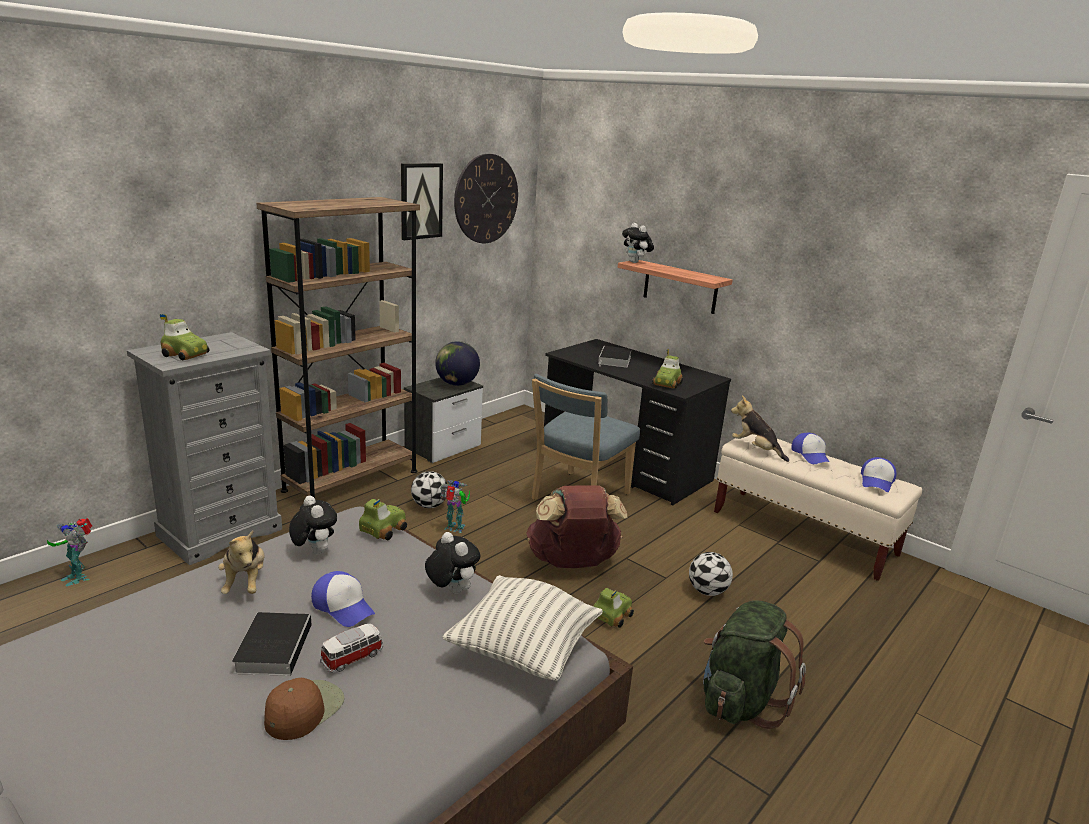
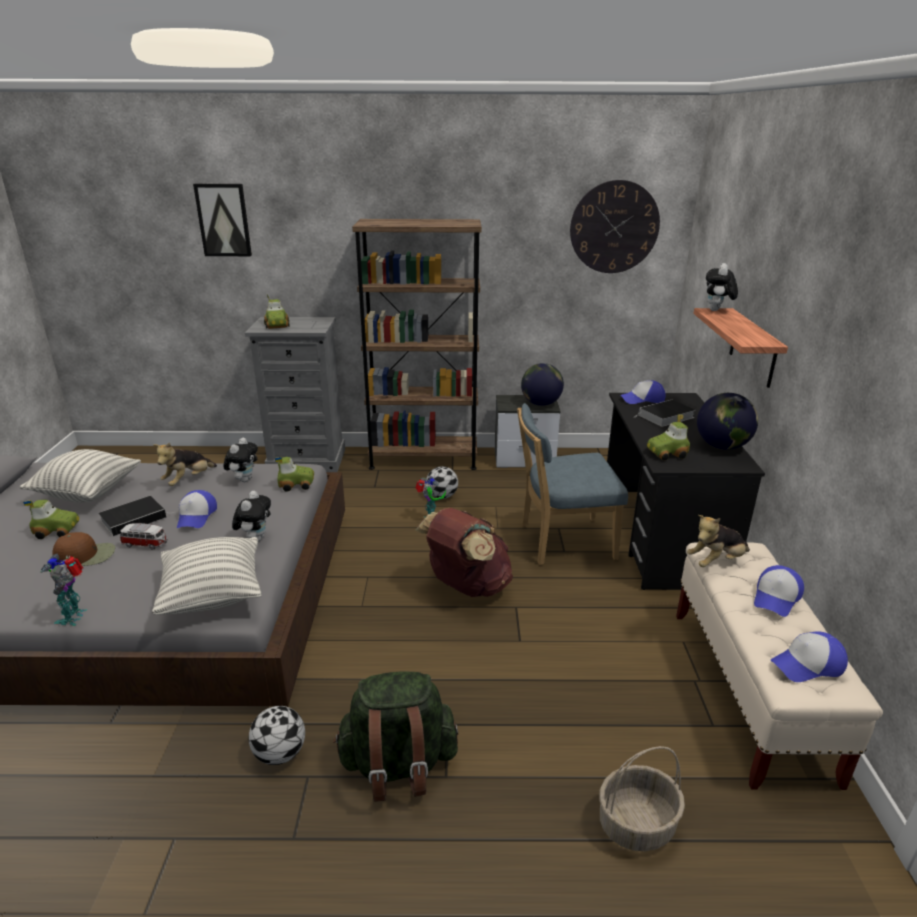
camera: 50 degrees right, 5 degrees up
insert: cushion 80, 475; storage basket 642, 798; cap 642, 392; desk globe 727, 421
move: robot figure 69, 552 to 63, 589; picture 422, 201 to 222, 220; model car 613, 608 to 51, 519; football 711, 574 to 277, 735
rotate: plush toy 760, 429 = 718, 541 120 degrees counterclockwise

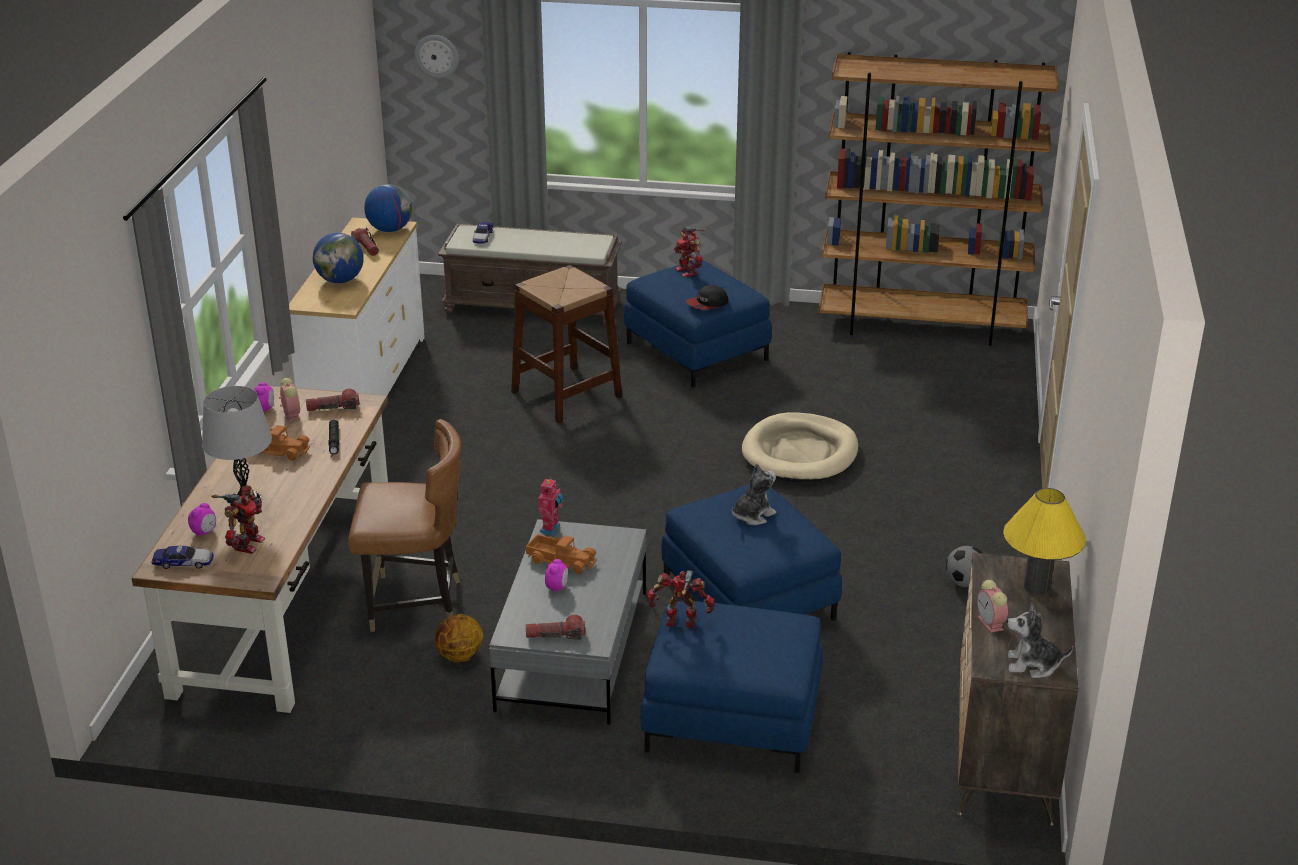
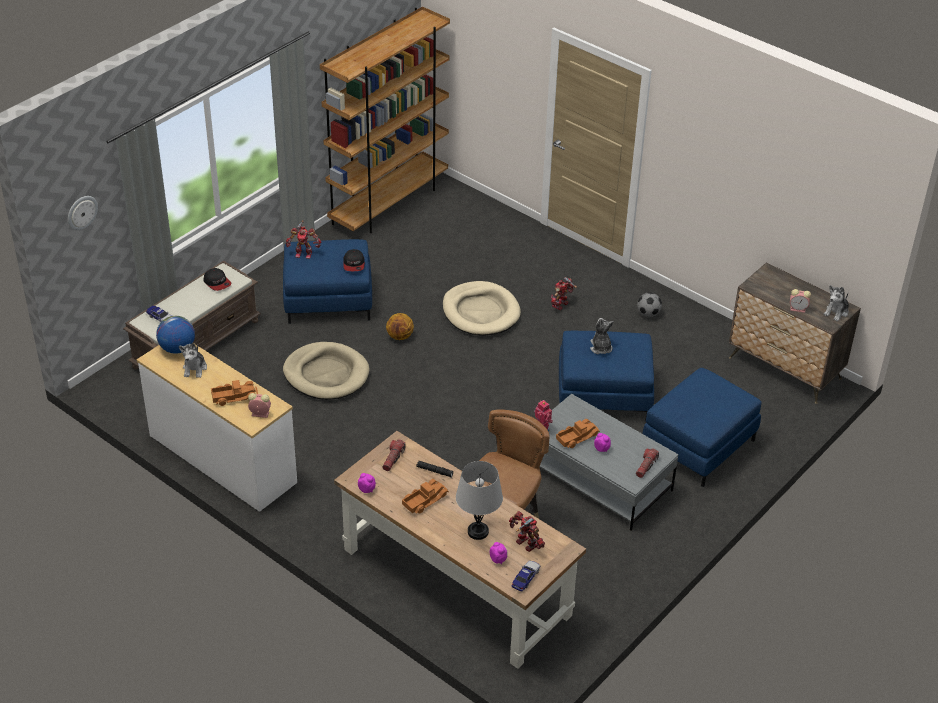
camera: 60 degrees left, 10 degrees up
delete: lamp for a table in yellow-coloured 1044, 541
insert: cap 218, 279
move: bedside clock 289, 400 to 259, 405; ball for basketball 458, 638 to 400, 326; robot figure 681, 599 to 564, 293
replace: desk globe 338, 258 to model truck 234, 393; torch 365, 241 to plush toy 193, 360; stool in brownish 567, 344 to dog bed in beige 326, 371

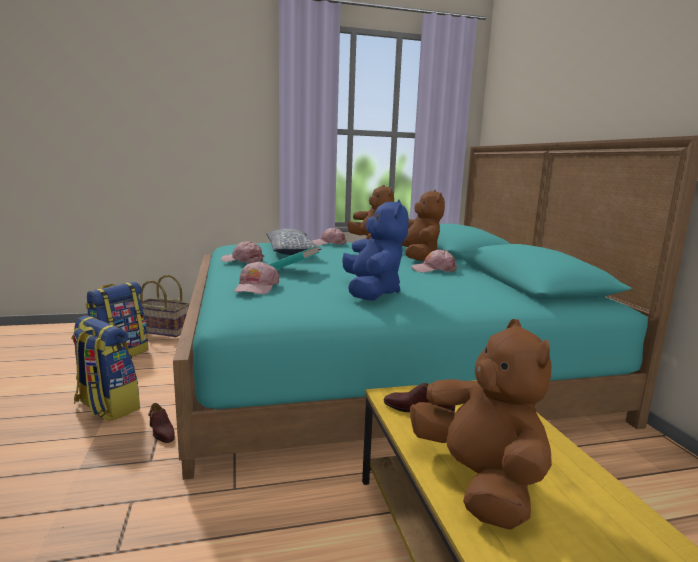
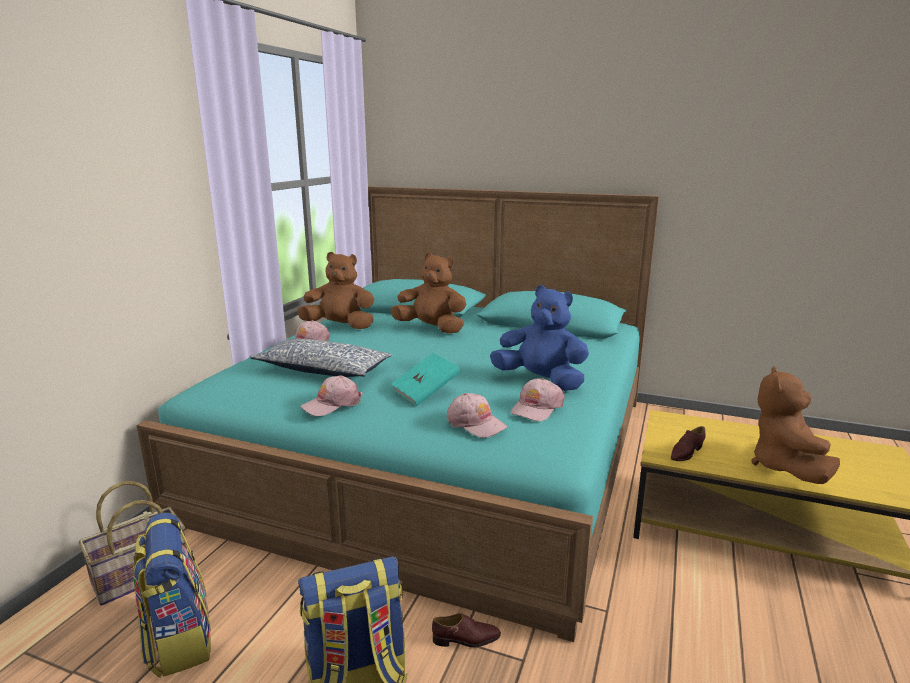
camera: 55 degrees left, 5 degrees up
move: cap in pink 434, 261 to 538, 399
rotate: plush toy in brownish 481, 424 = 795, 425 90 degrees counterclockwise

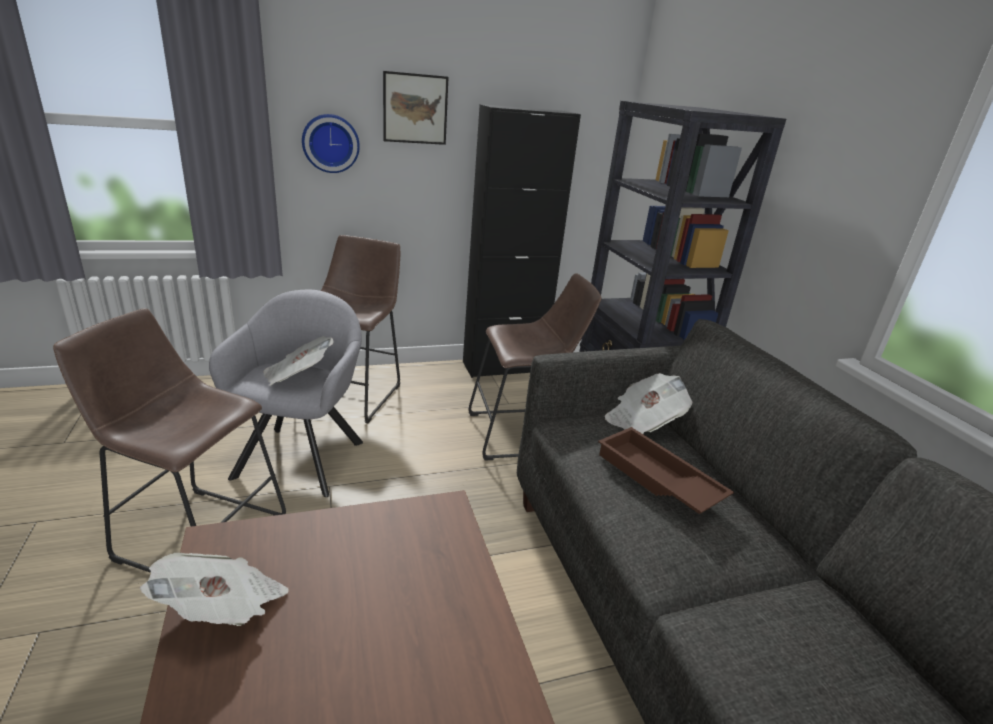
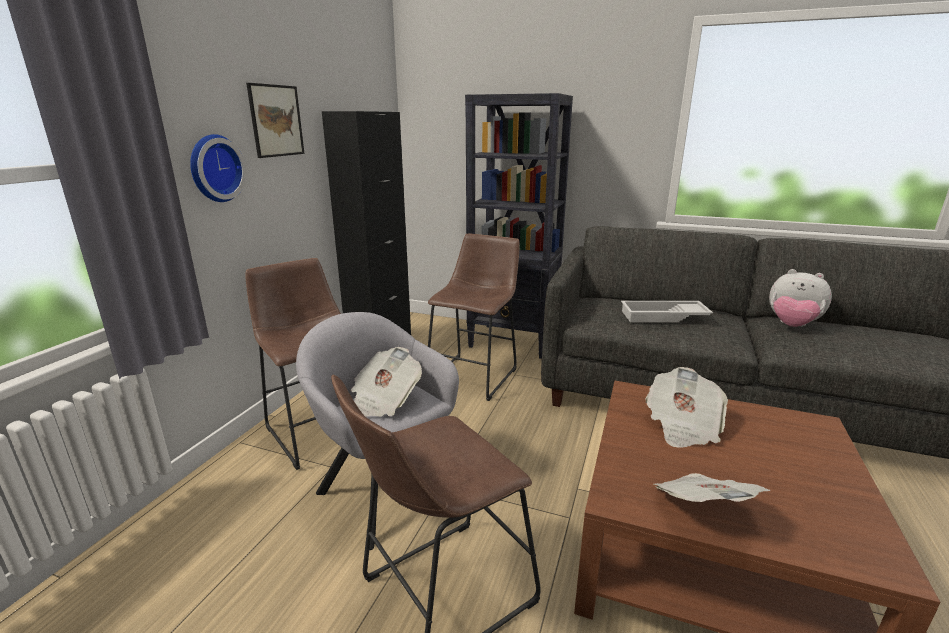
camera: 50 degrees left, 5 degrees down
insert: plush toy 800, 298
move: daily paper 648, 403 to 686, 407
recolor: serving tray in brownish 666, 470 to serving tray in whitish 667, 311

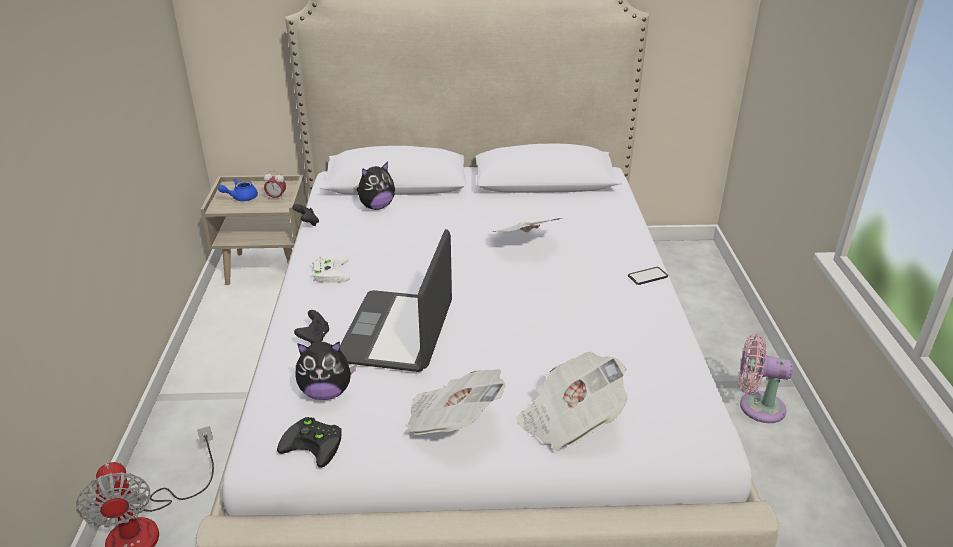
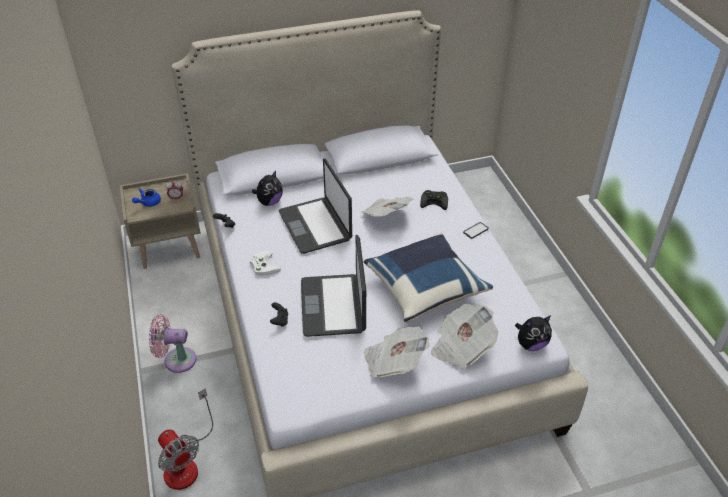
camera: 15 degrees left, 10 degrees up
insert: laptop 315, 206; cushion in blue 428, 277
move: joypad in black 309, 442 to 434, 200; plush toy 325, 370 to 533, 333; cooling fan in pink 766, 378 to 173, 343

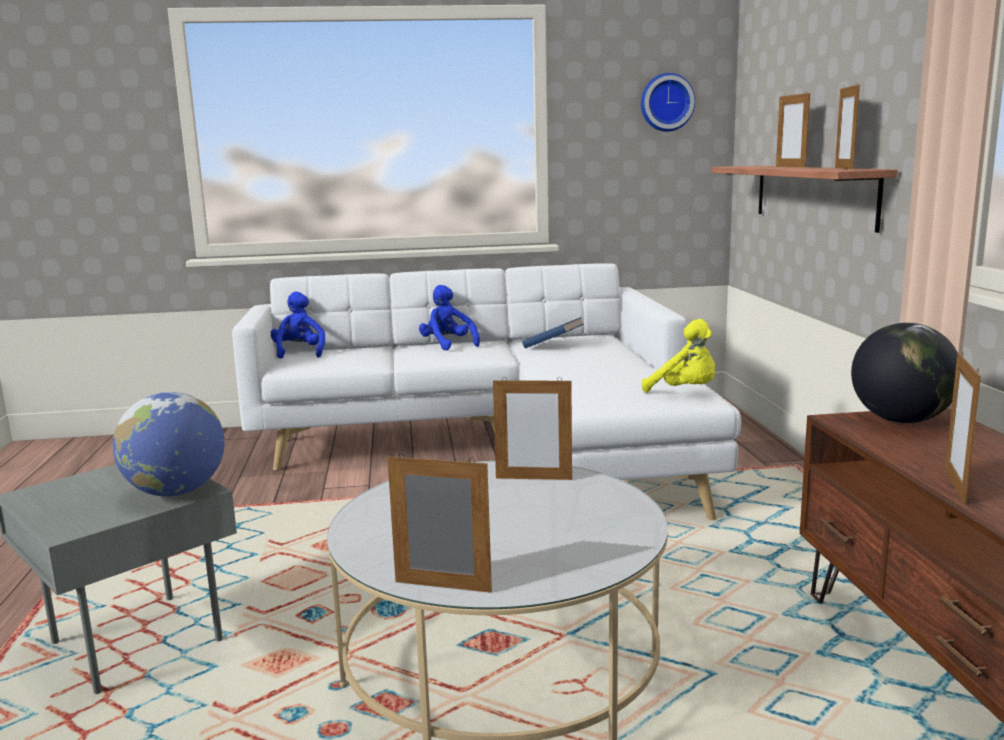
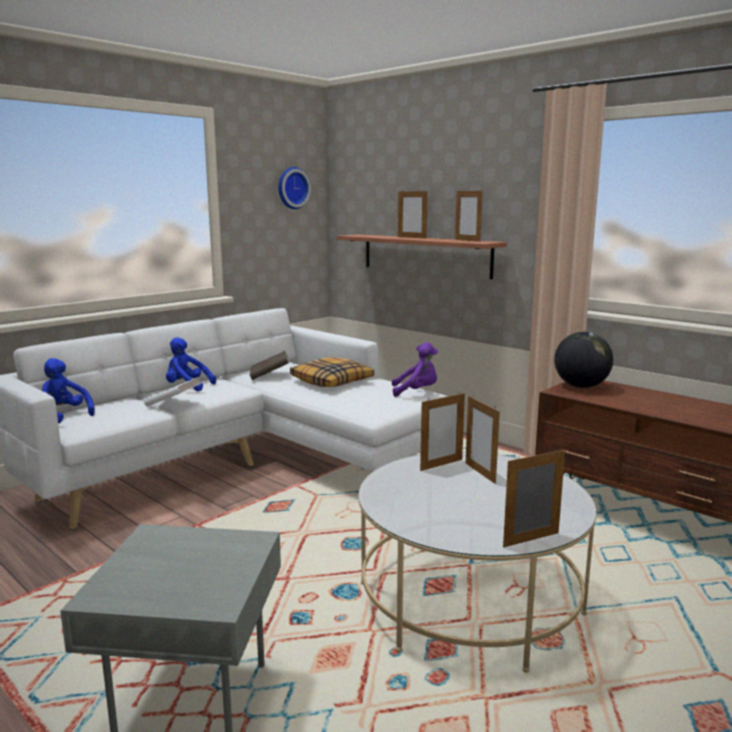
camera: 40 degrees left, 0 degrees up
delete: desk globe 168, 444
insert: book in whitish 172, 392; cushion 332, 372
move: picture frame 963, 429 to 483, 440
recolor: book in blue 553, 332 to book in brownish 269, 365; plush toy in yellow-coloured 678, 355 to plush toy in purple-coloured 415, 369

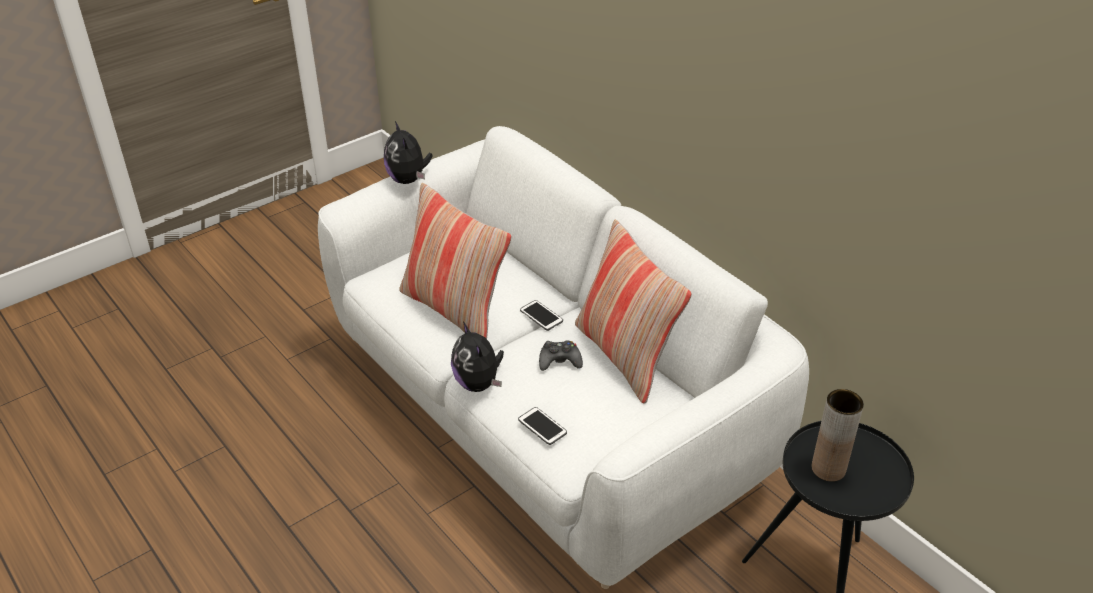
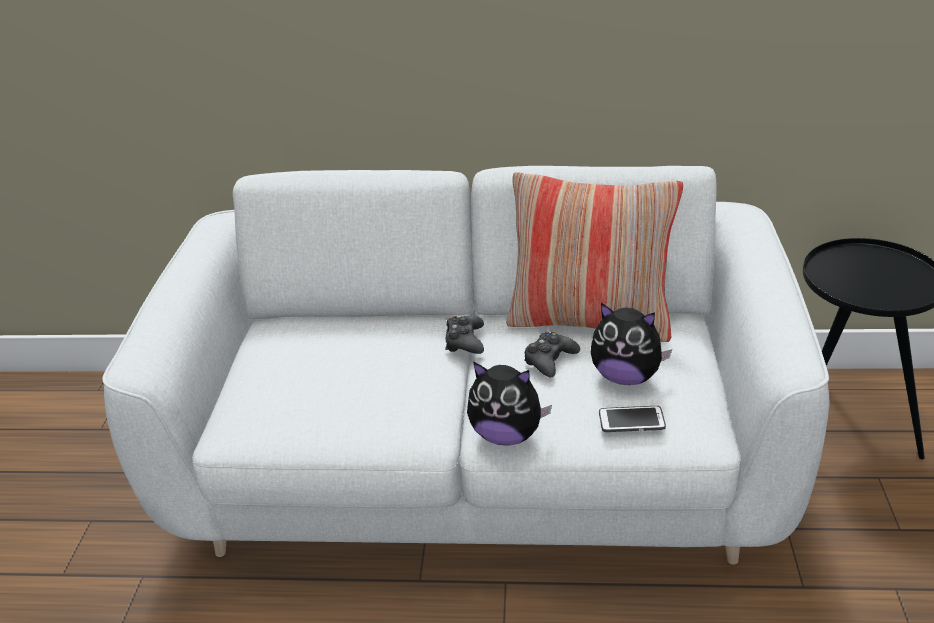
camera: 45 degrees left, 5 degrees down
delete: cushion 455, 261; decorative vase in brownish 838, 435
move: plush toy 408, 152 to 631, 344
replace: telephone 541, 315 to joypad in black 464, 335

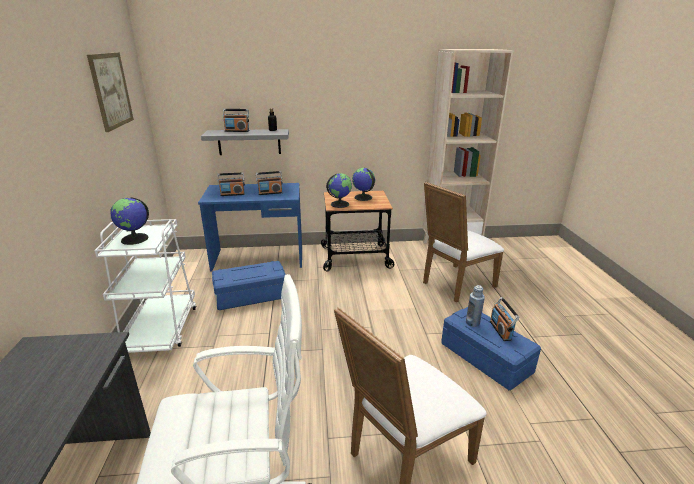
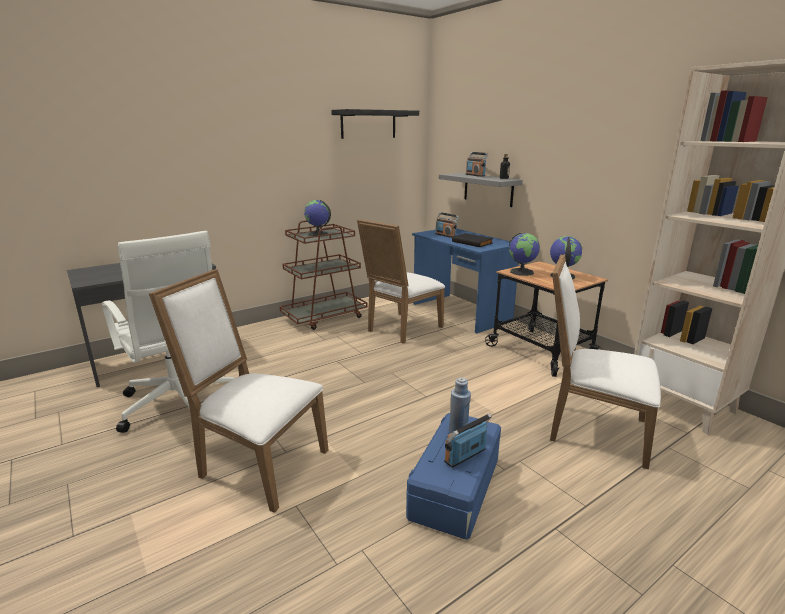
camera: 60 degrees right, 5 degrees down
replace: picture 110, 92 to bracket shelf in black 375, 124; storage bin in blue 249, 285 to upright chair in whitish 401, 281; radio 269, 183 to book in black 473, 240
recolor: wheeled cart in whitish 145, 286 to wheeled cart in brownish 324, 275

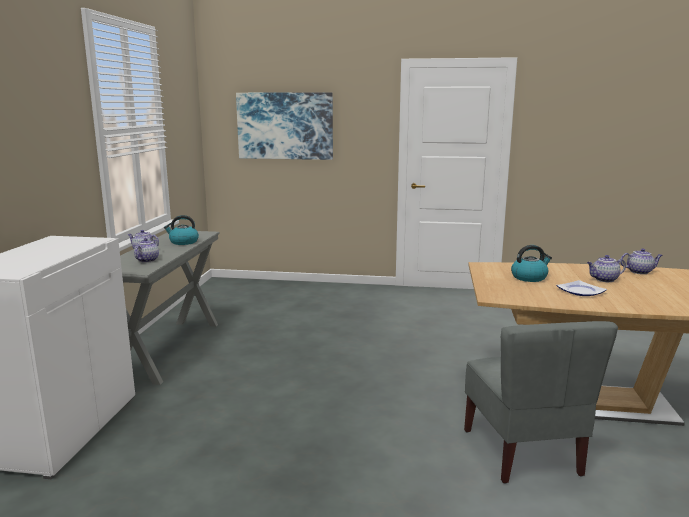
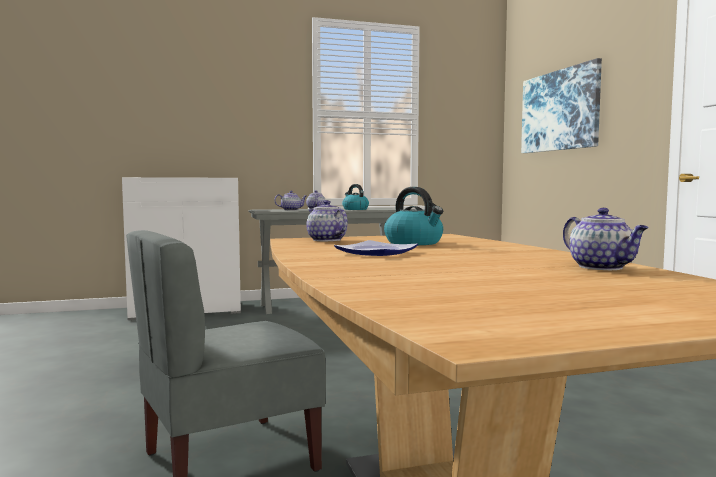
camera: 65 degrees right, 10 degrees down
move: pot for tea 606, 268 to 327, 220

